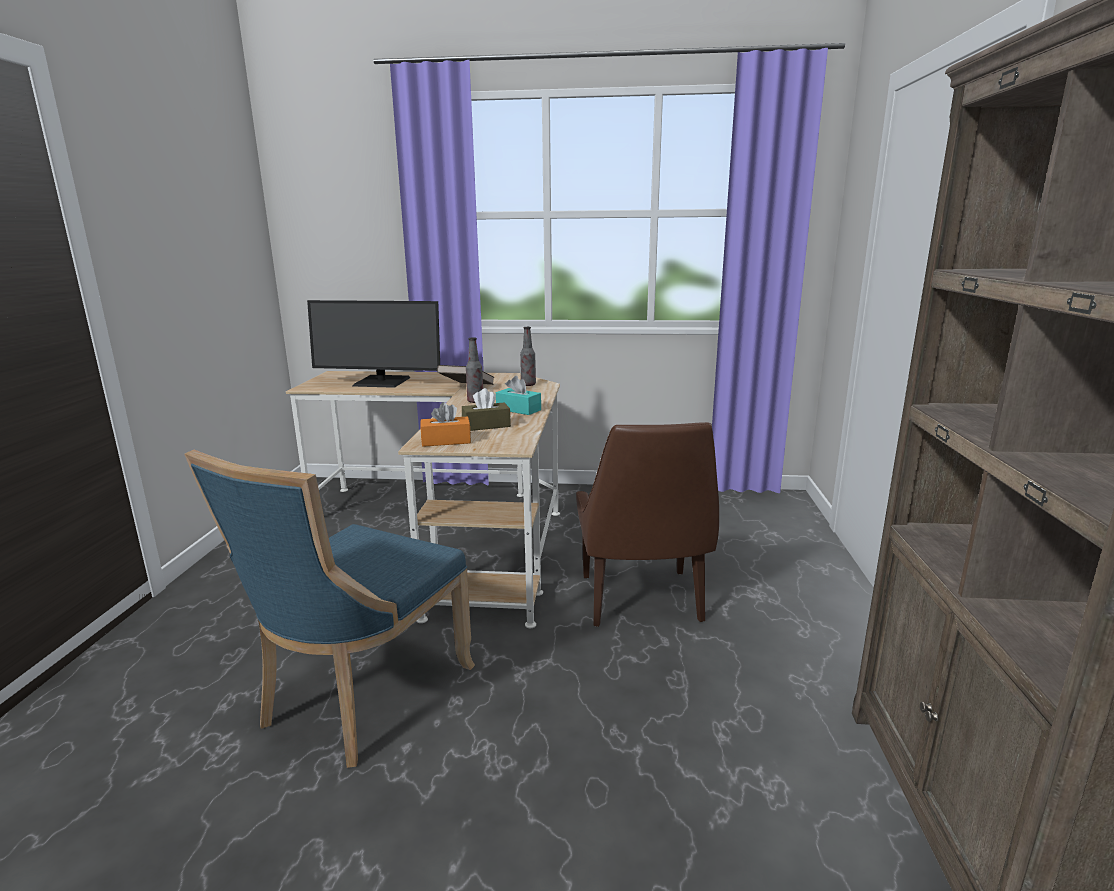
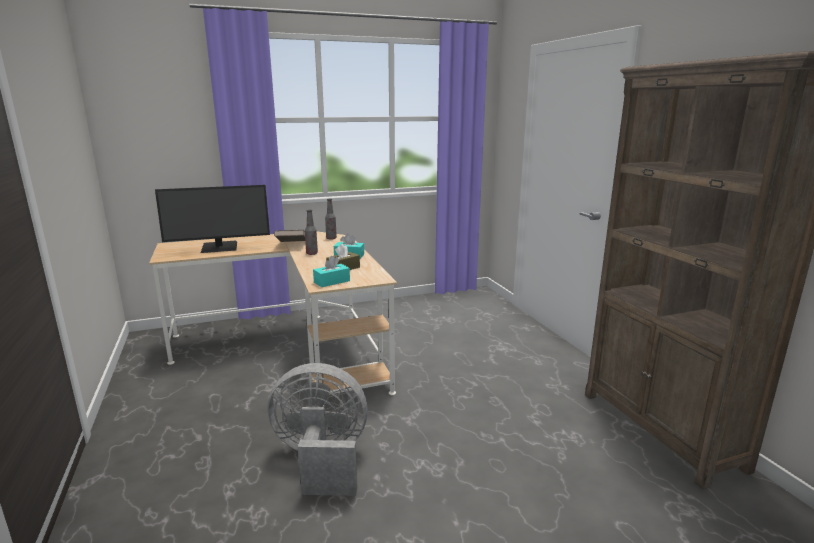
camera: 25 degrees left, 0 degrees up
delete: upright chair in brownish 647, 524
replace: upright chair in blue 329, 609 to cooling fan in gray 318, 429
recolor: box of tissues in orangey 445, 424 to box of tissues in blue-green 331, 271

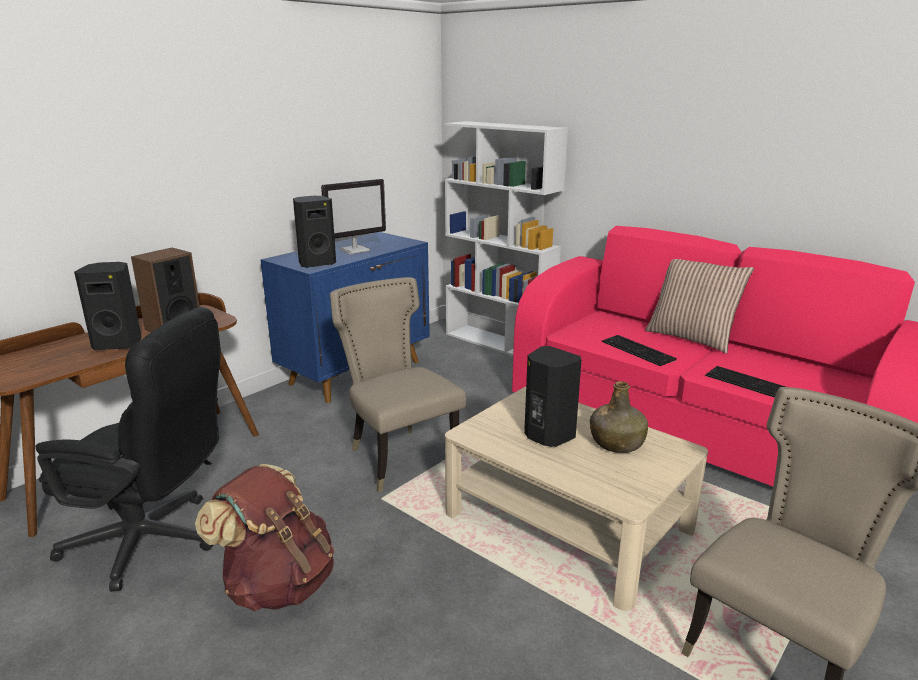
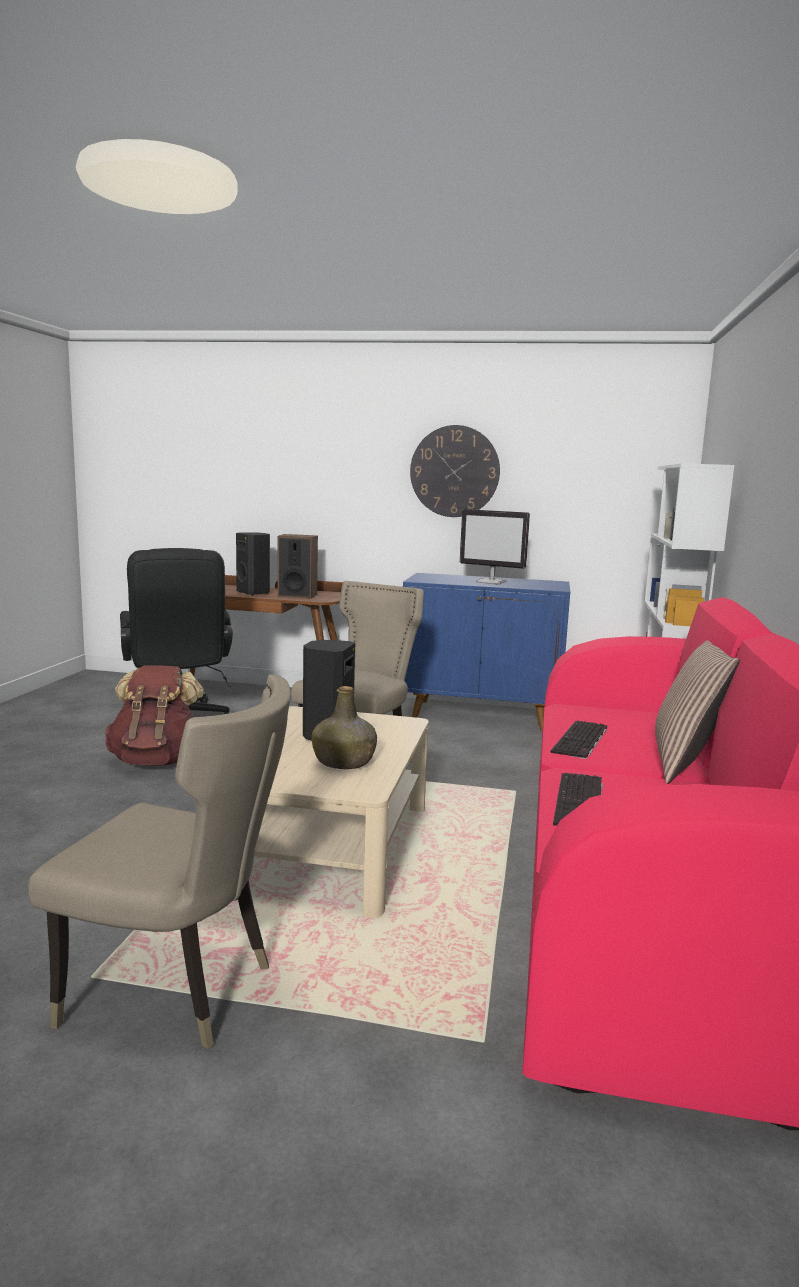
camera: 60 degrees right, 10 degrees down
delete: speaker in black 314, 232
insert: wall clock 455, 471

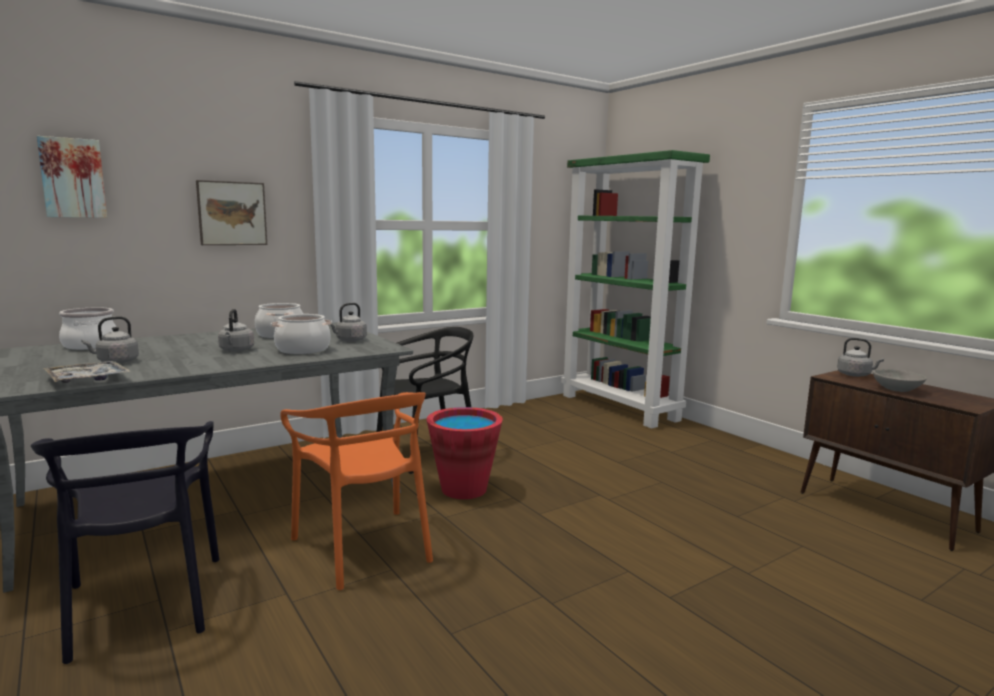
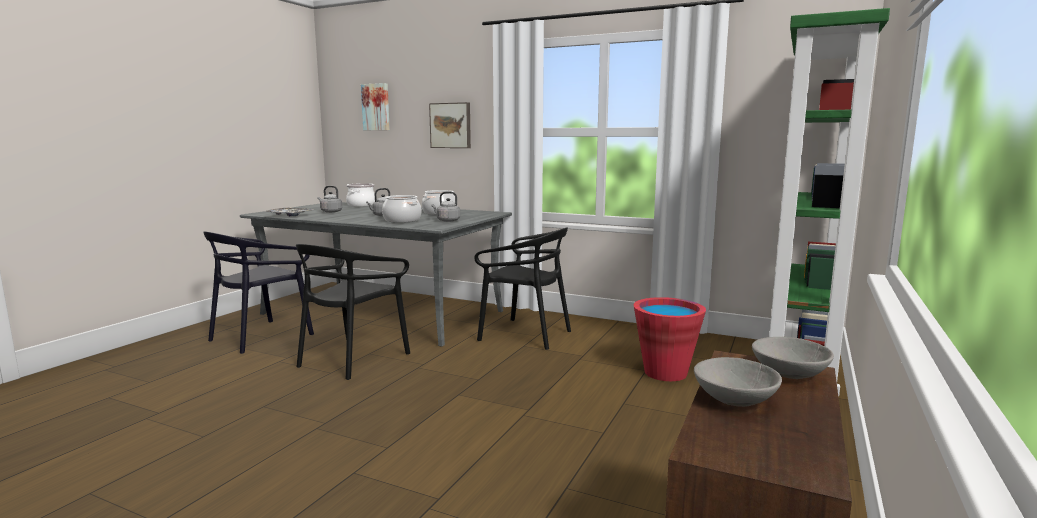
camera: 60 degrees right, 0 degrees up
move: bucket in red 465, 453 to 669, 339
replace: tea kettle in gray 860, 357 to bowl in gray 793, 358
recolor: upright chair in orangey 356, 491 to upright chair in black 353, 312

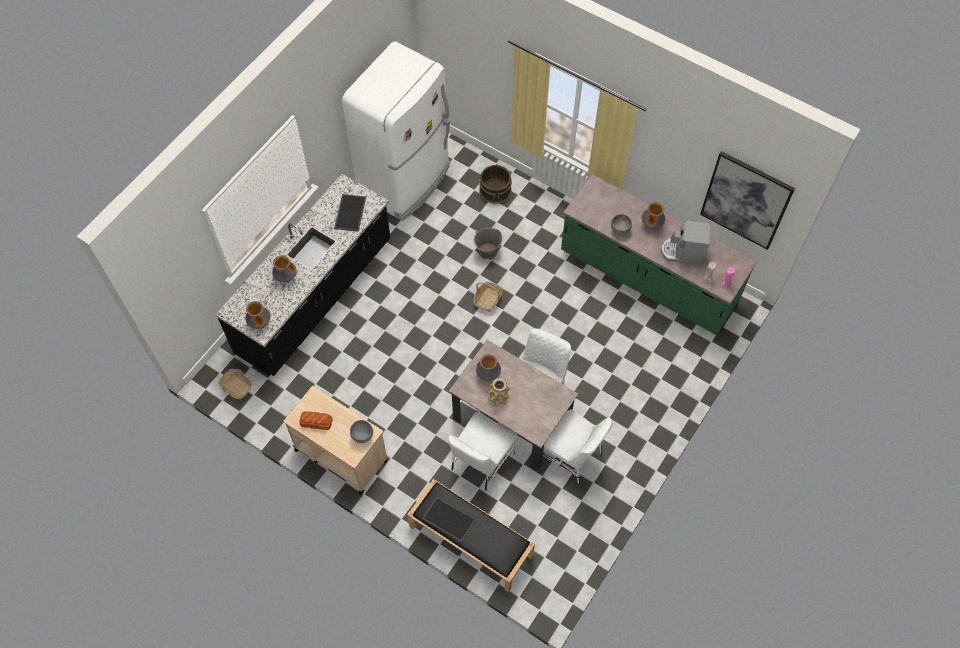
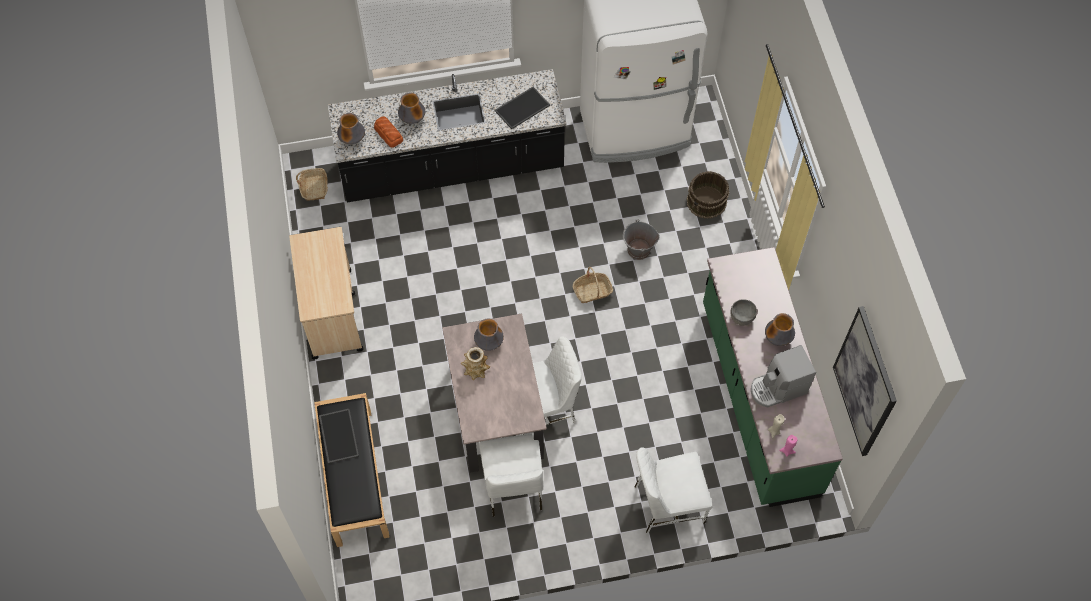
camera: 45 degrees right, 0 degrees up
delete: bowl in gray 361, 431
move: bakery bread 316, 420 to 388, 132; upright chair in whitish 482, 451 to 674, 490
rotate: coffee brewer 686, 243 = 783, 376 75 degrees counterclockwise

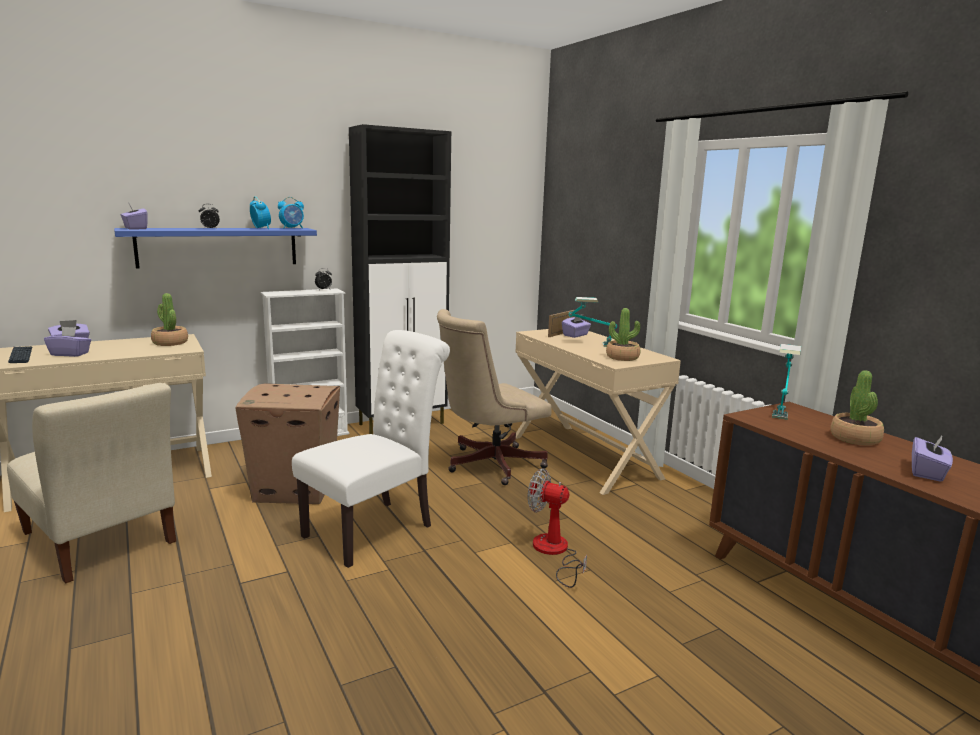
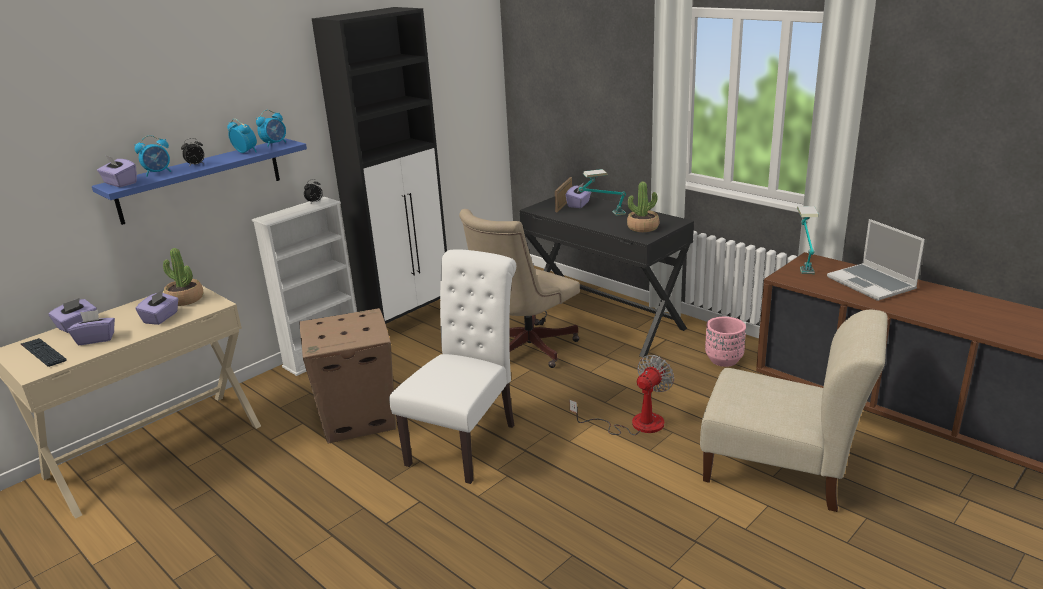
camera: 15 degrees left, 10 degrees up
insert: bedside clock 153, 156; plant pot in pink 725, 341
move: upright chair in beige 92, 483 to 794, 411; box of tissues in purple-coloured 932, 458 to 157, 307
replace: potted plant 857, 408 to laptop 876, 260
recolor: desk table in beige 598, 412 to desk table in black 606, 276
rotate: cooling fan 557, 528 = 622, 395 120 degrees clockwise

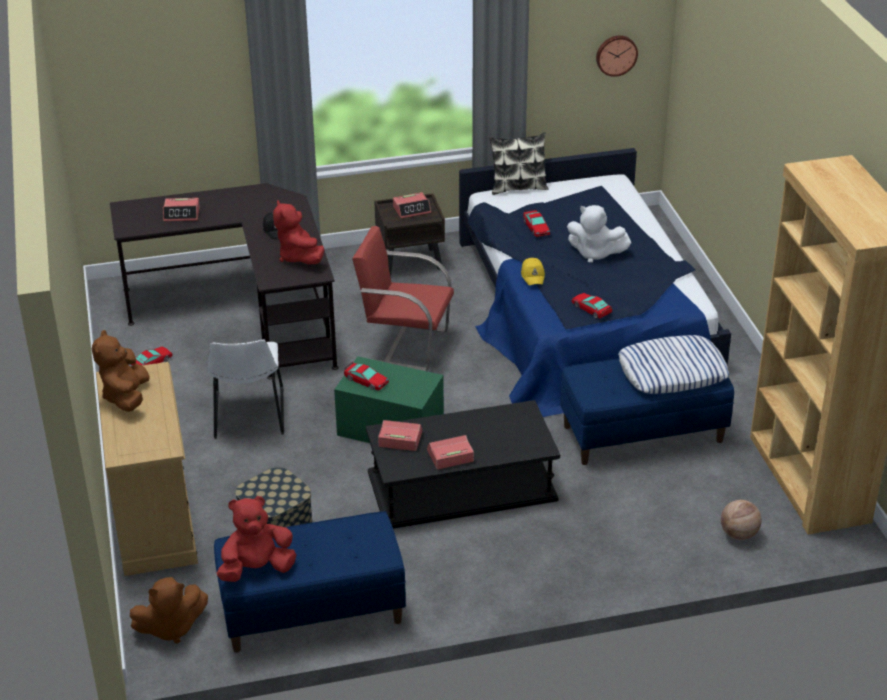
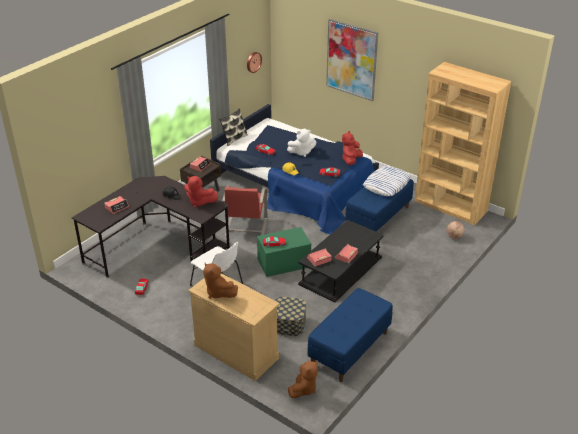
camera: 40 degrees left, 0 degrees up
insert: picture 352, 60
move: plush toy in red 256, 539 to 352, 148
rotate: upright chair in red 403, 298 = 244, 210 60 degrees counterclockwise

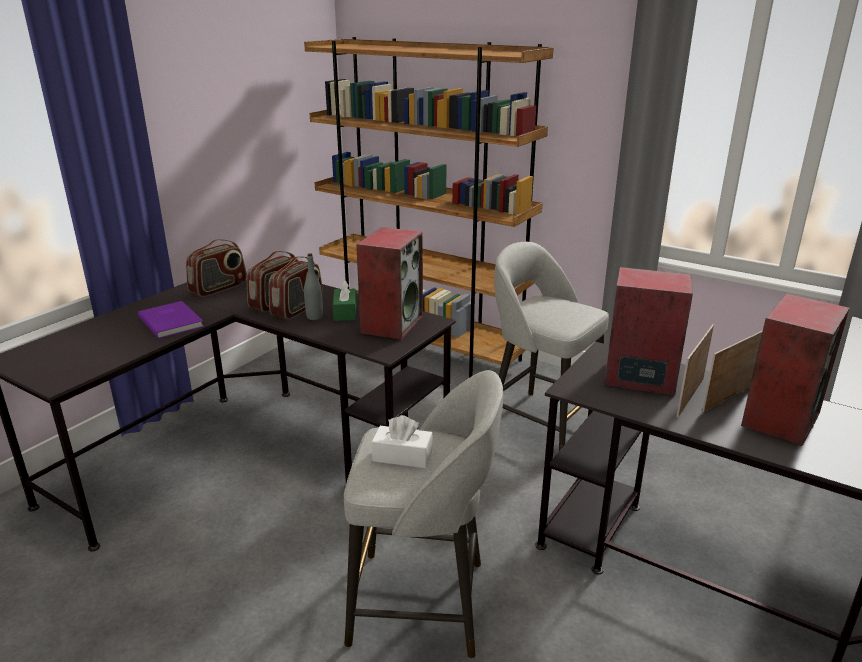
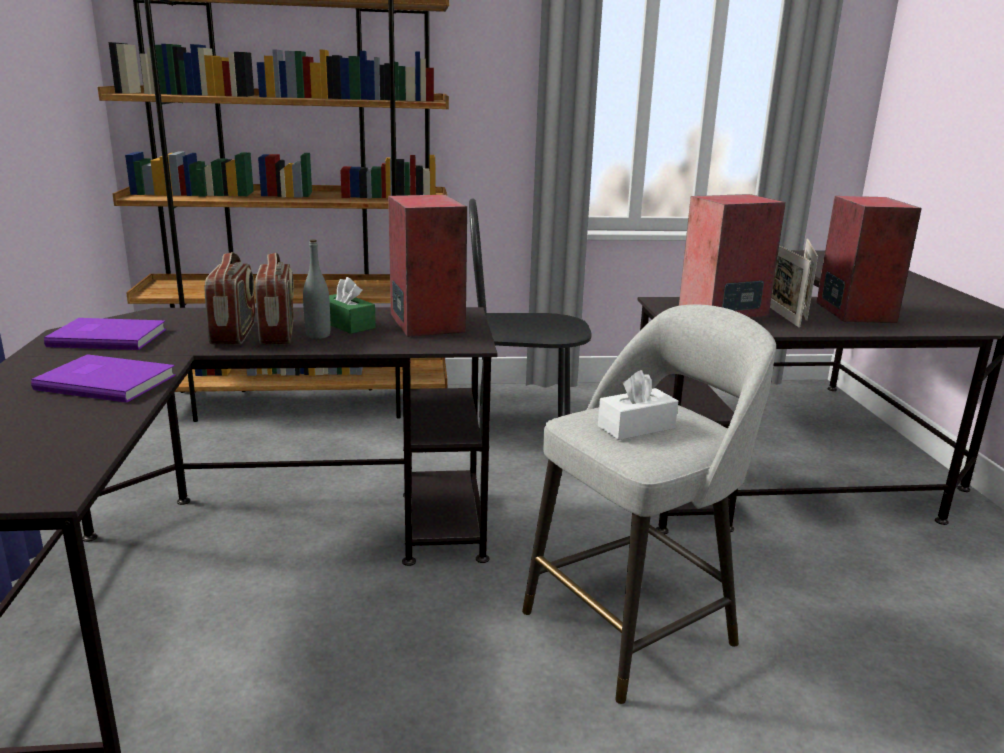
camera: 40 degrees left, 5 degrees down
replace: radio 216, 268 to book in purple-coloured 105, 334; stool in gray 551, 346 to upright chair in black 530, 325

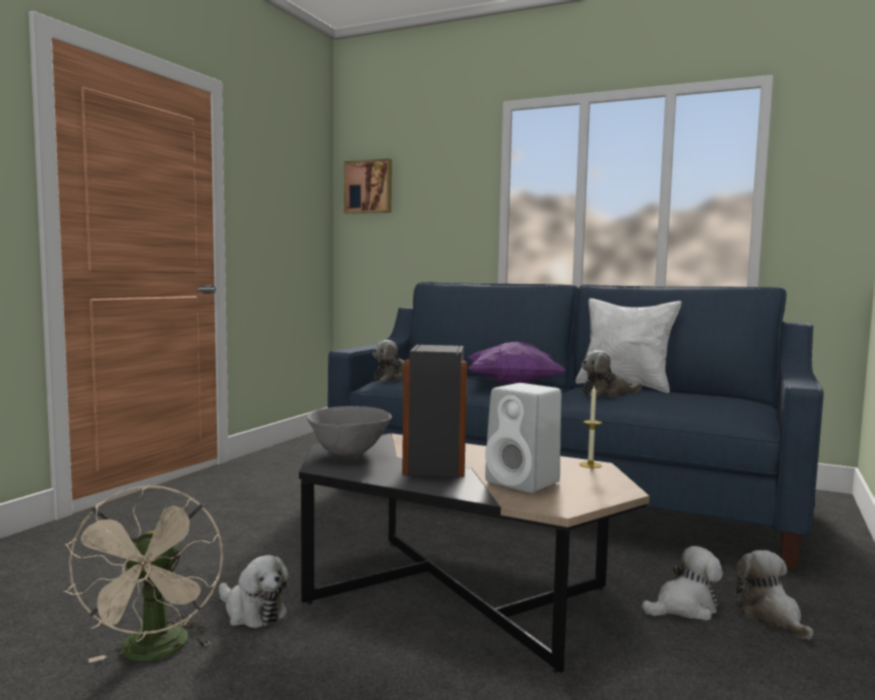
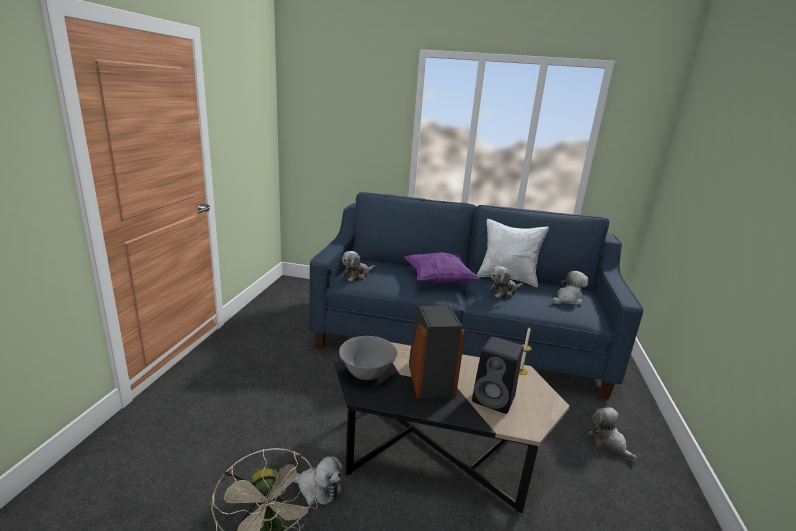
camera: 15 degrees left, 15 degrees up
delete: picture 368, 186
move: plush toy 682, 583 to 570, 288
recolor: speaker in whitish 523, 438 to speaker in black 497, 375

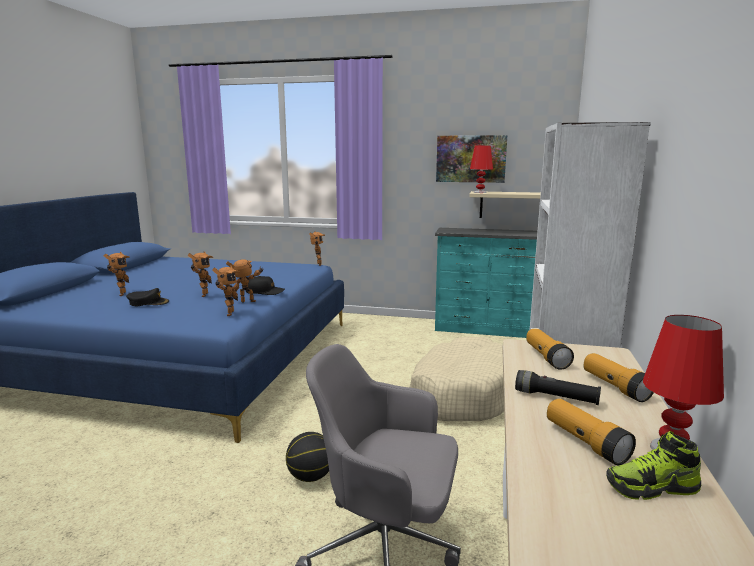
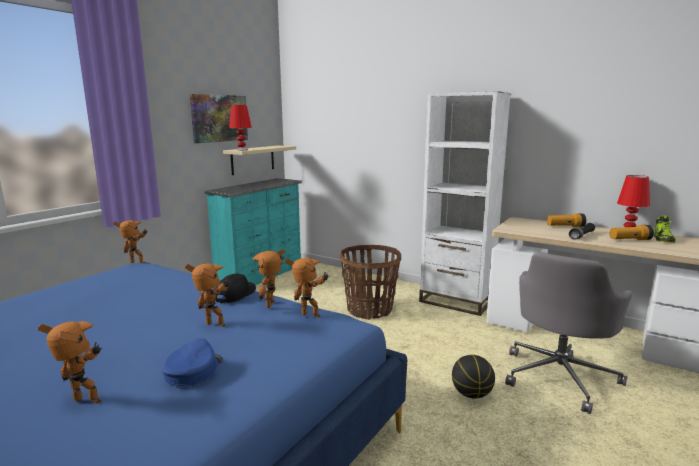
camera: 70 degrees left, 0 degrees up
delete: torch 550, 349
replace: dog bed in beige 456, 379 to storage basket 370, 282
recolor: cap in black 147, 297 to cap in blue 192, 362

